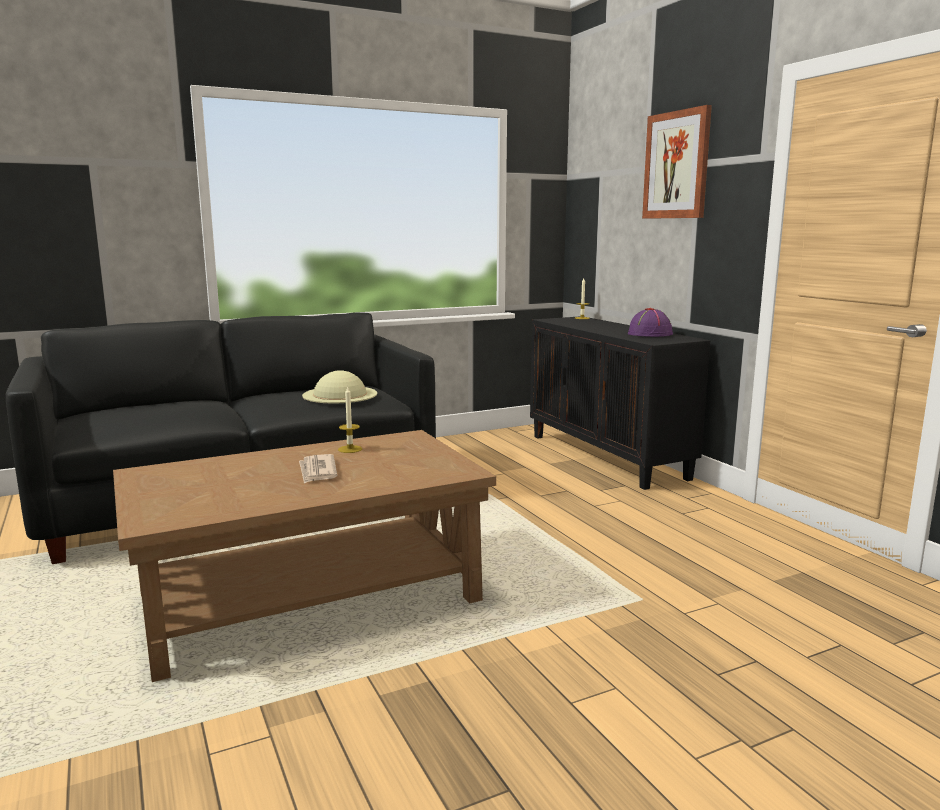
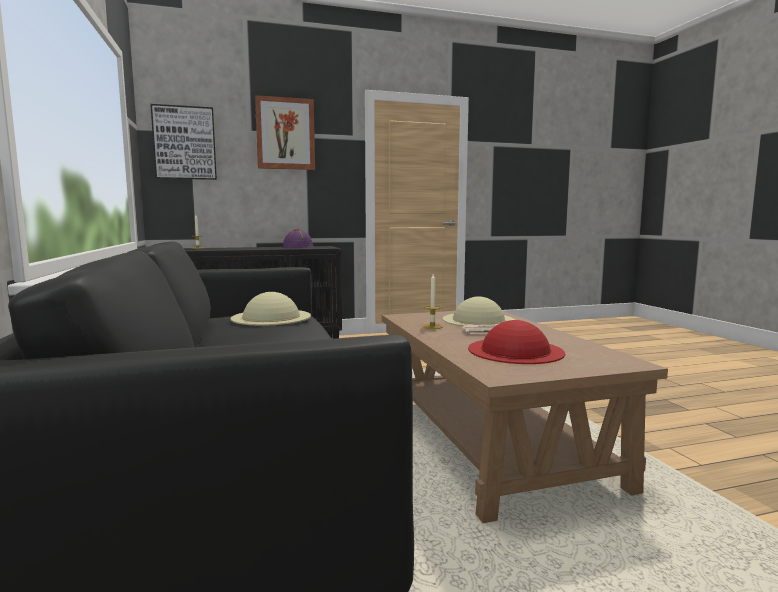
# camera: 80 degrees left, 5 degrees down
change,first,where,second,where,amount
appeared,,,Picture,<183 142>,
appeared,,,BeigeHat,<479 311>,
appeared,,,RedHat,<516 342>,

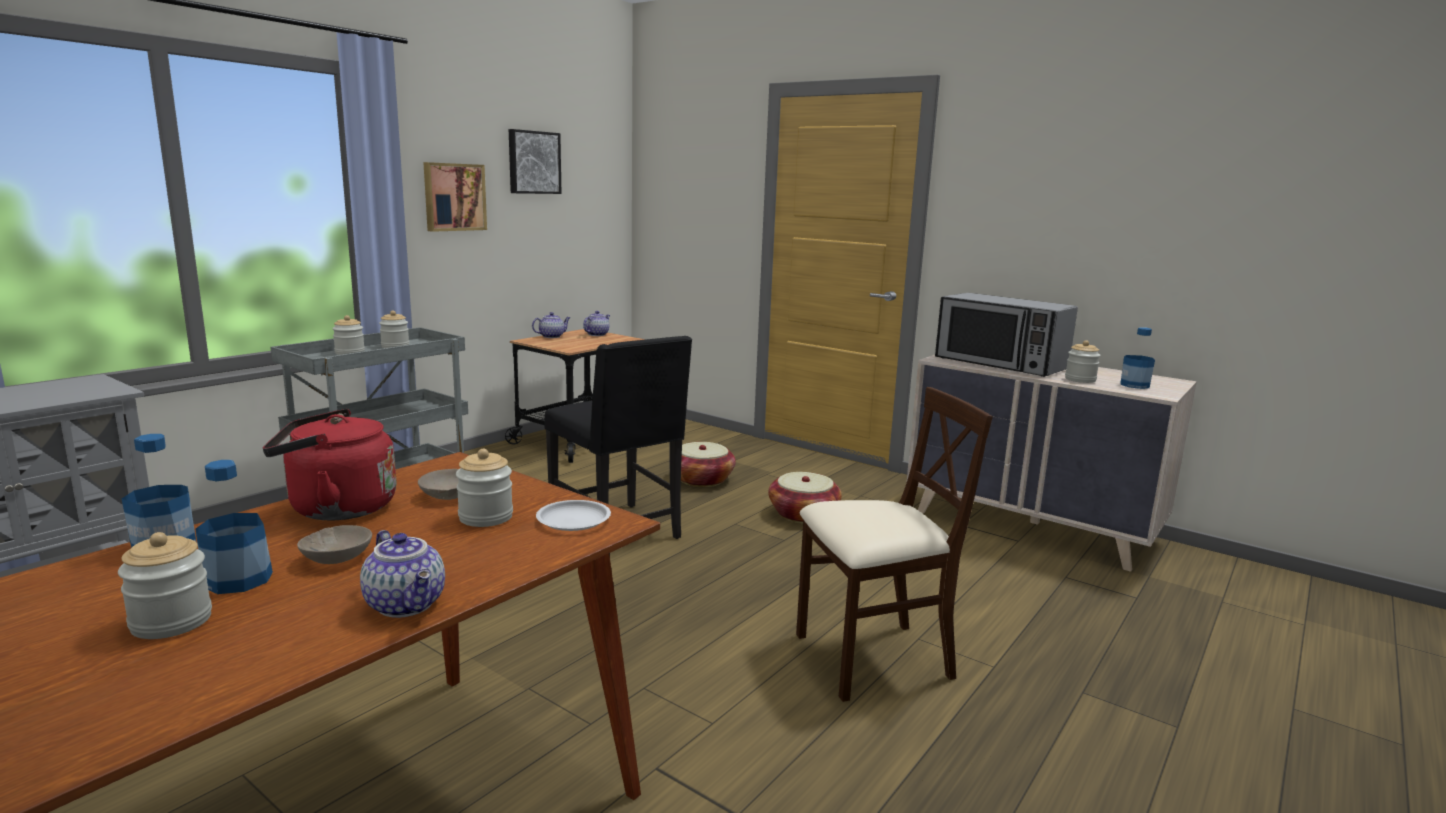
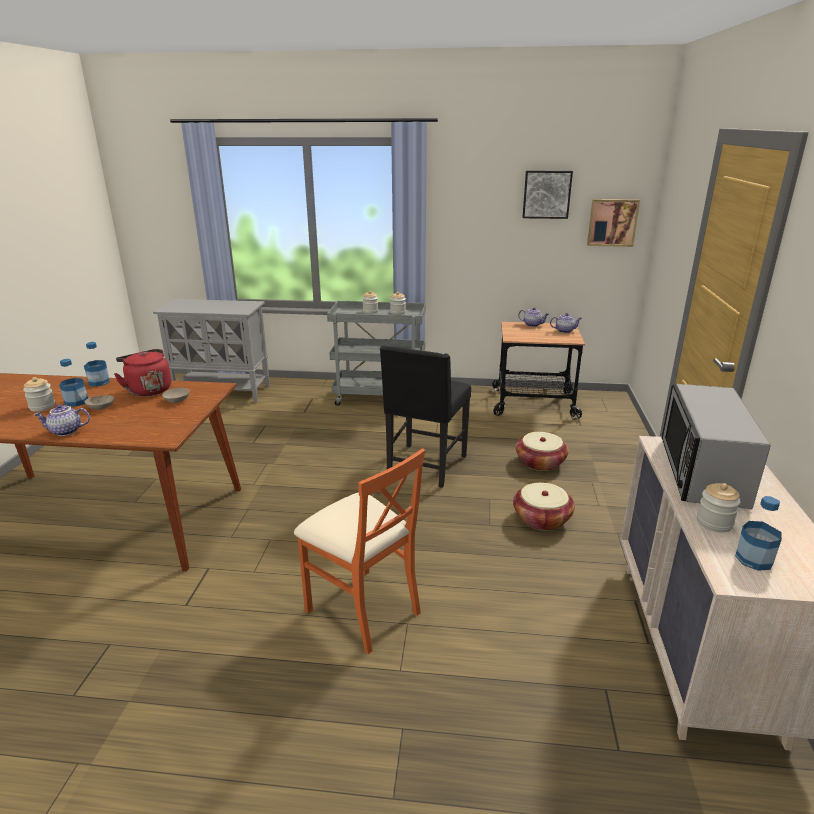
# camera: 60 degrees right, 10 degrees up
change,first,where,second,where,amount
relocated,Picture,<455 197>,,<613 223>,
colour,BeigeChair,<894 544>,OrangeChair,<359 551>,
missing,Jar,<484 488>,,,
missing,WhitePlate,<573 515>,,,
spun,Teapot,<402 574>,,<61 420>,60 degrees clockwise

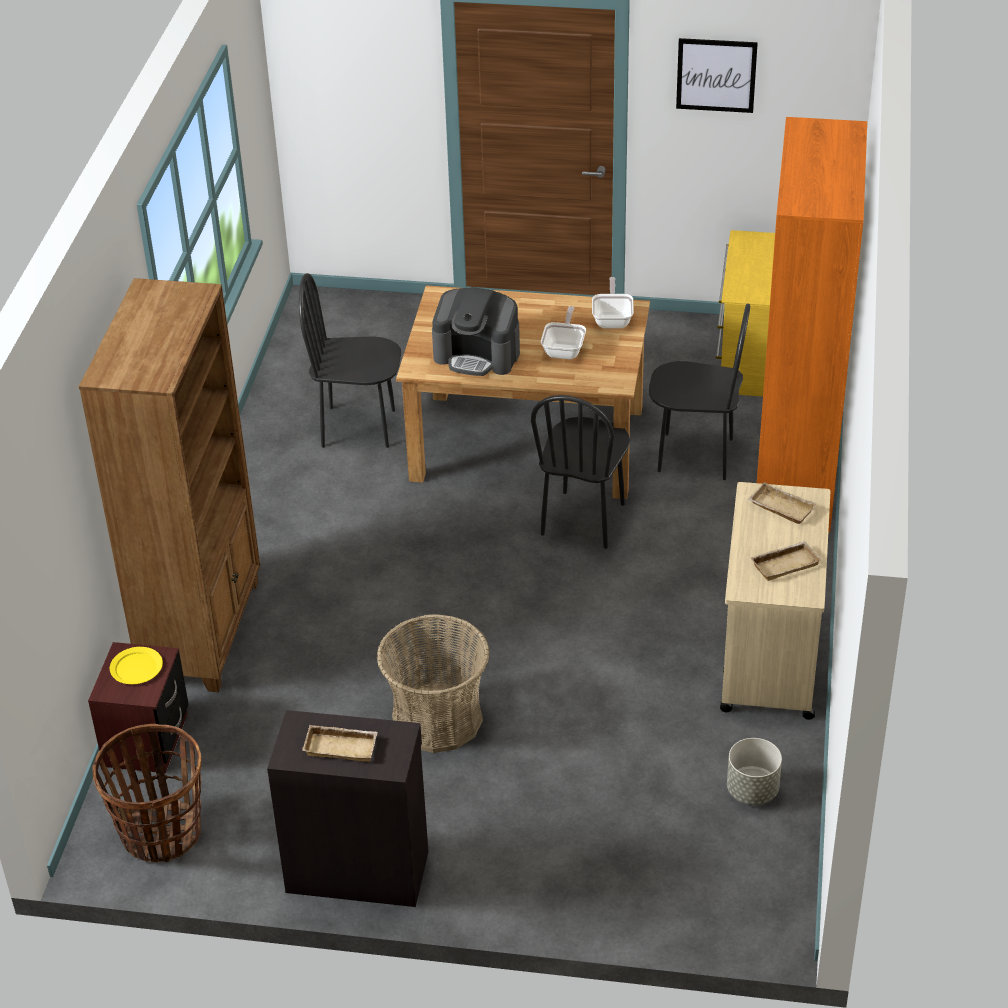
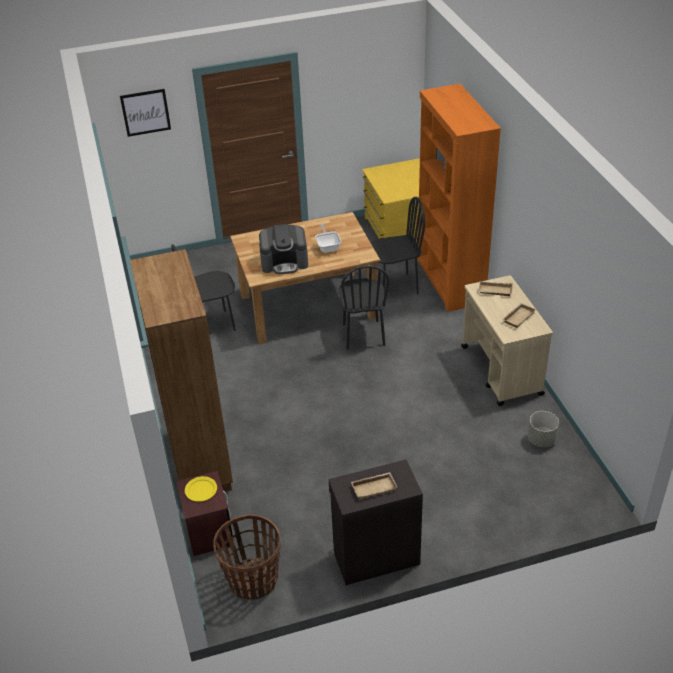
# camera: 25 degrees left, 0 degrees up
change,first,where,second,where,amount
relocated,Picture,<717 75>,,<145 113>,
missing,FryingPan,<613 303>,,,
missing,Basket,<433 683>,,,

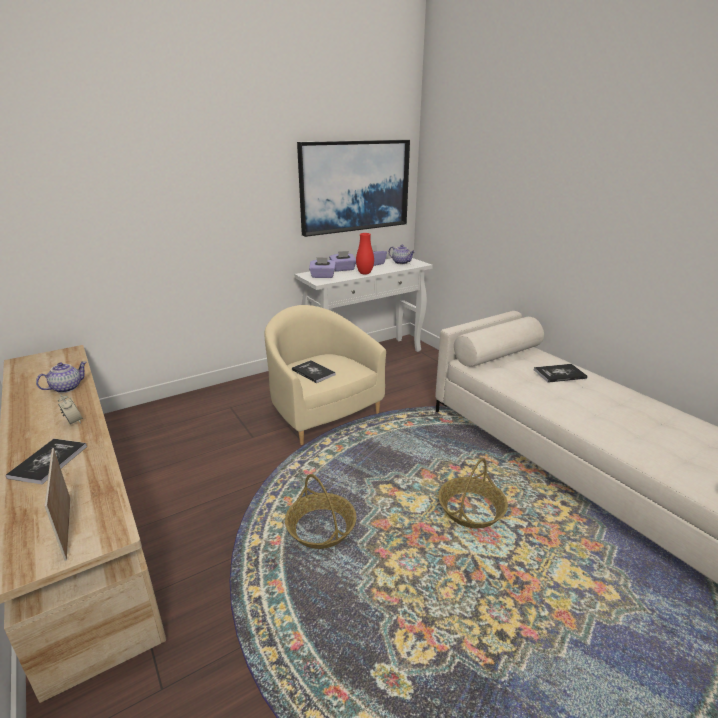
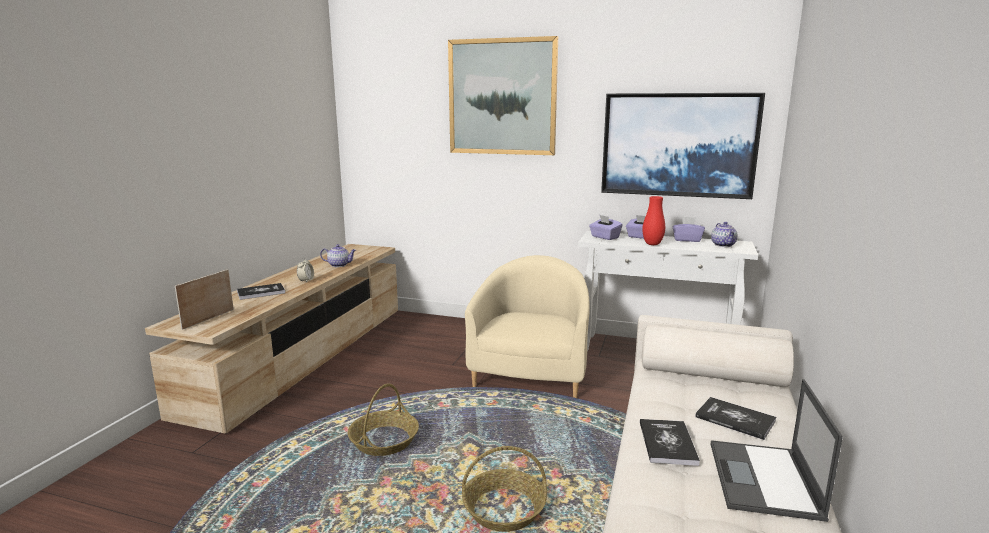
# camera: 50 degrees right, 10 degrees down
change,first,where,second,where,amount
relocated,Book,<314 371>,,<670 442>,
appeared,,,Picture,<503 95>,
appeared,,,Laptop,<777 450>,

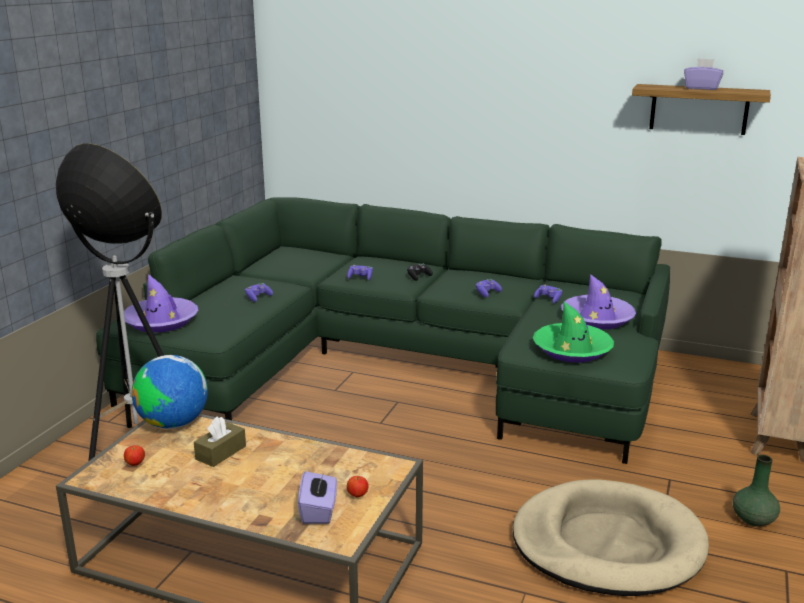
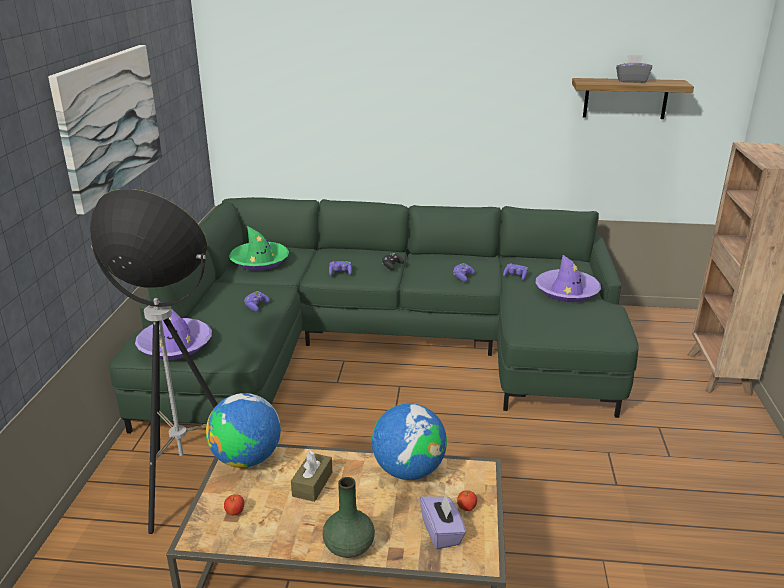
# camera: 15 degrees left, 5 degrees up
change,first,where,second,where,amount
colour,PurpleTissueBox,<703 74>,GreyTissueBox,<634 69>,
relocated,GreenHat,<573 332>,,<259 248>,
relocated,GreenVase,<756 491>,,<348 517>,
missing,BeigeDogBed,<611 537>,,,
appeared,,,Picture,<105 130>,
appeared,,,Globe,<409 441>,

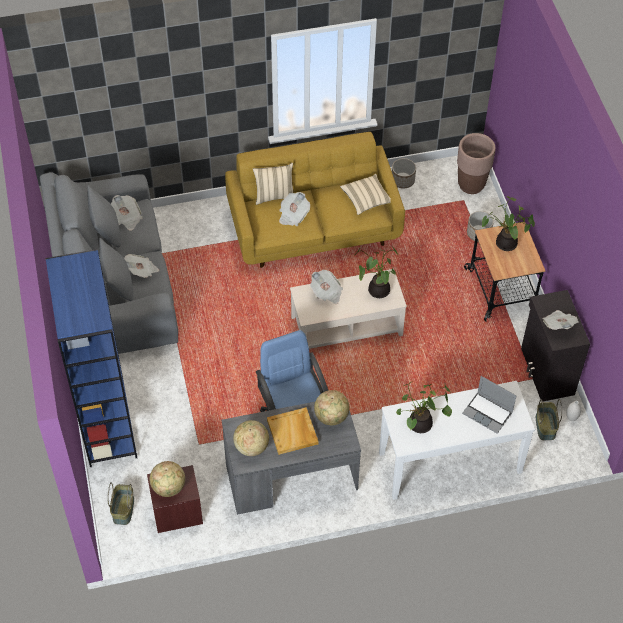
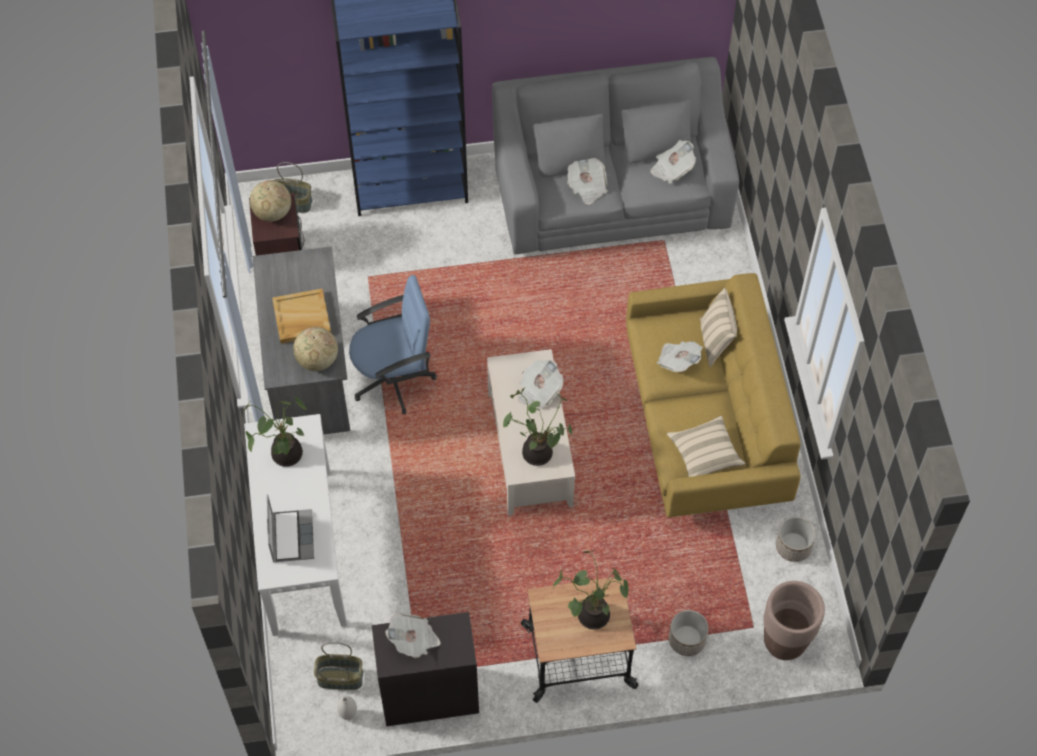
# camera: 95 degrees right, 5 degrees up
change,first,where,second,where,amount
spun,Laptop,<489 405>,,<290 528>,135 degrees clockwise
missing,Globe,<251 438>,,,

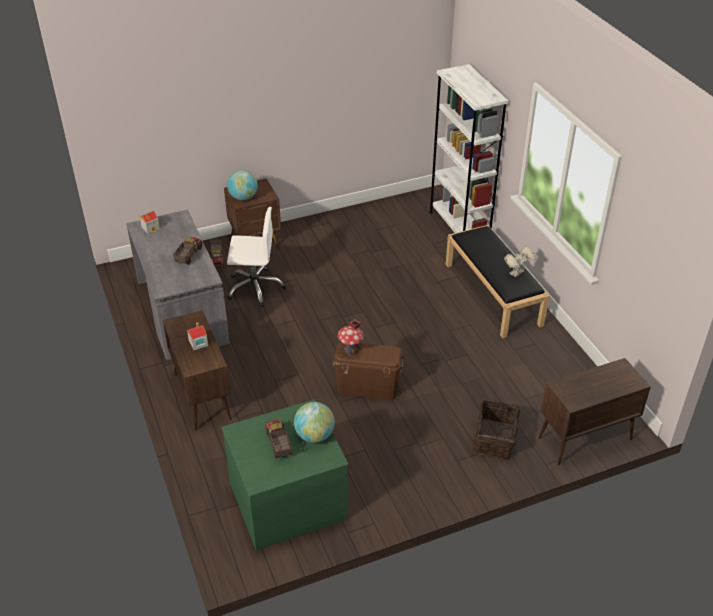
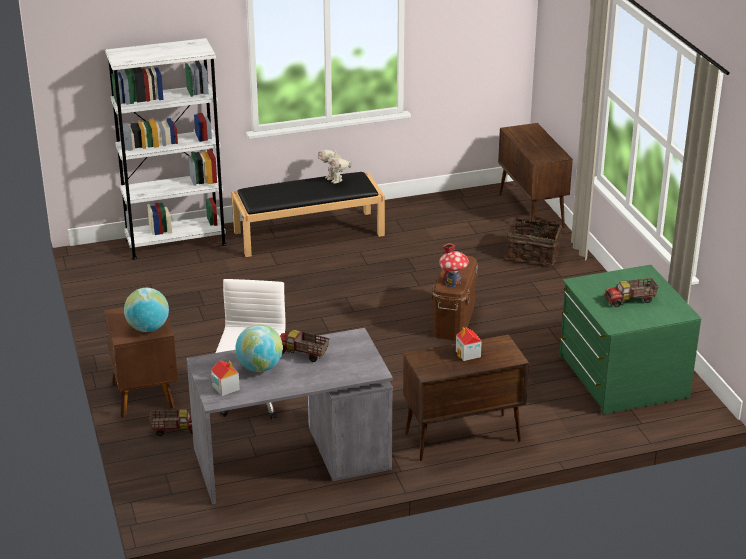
# camera: 85 degrees left, 10 degrees down
change,first,where,second,where,amount
relocated,Globe,<314 422>,,<259 348>,

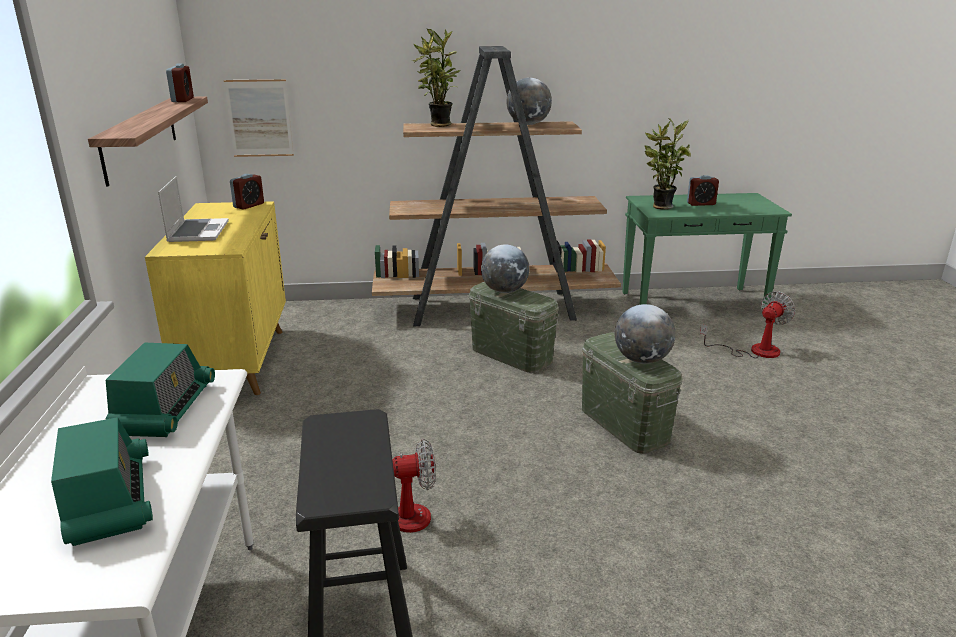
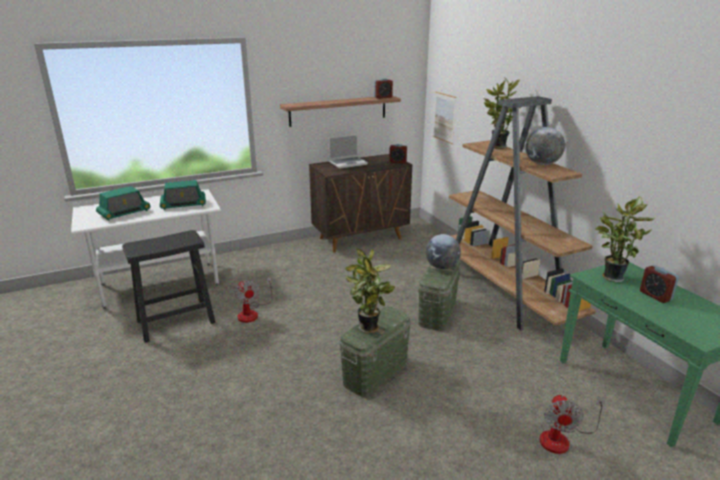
# camera: 70 degrees right, 0 degrees up
change,first,where,second,where,amount
colour,YellowCabinet,<215 298>,BrownCabinet,<360 203>,
spun,Fan,<747 325>,,<573 424>,75 degrees clockwise
exchanged,Globe,<645 334>,PottedPlant,<370 291>,

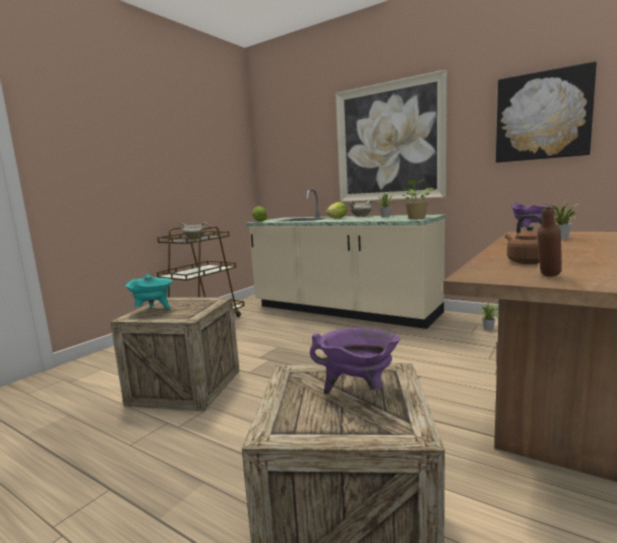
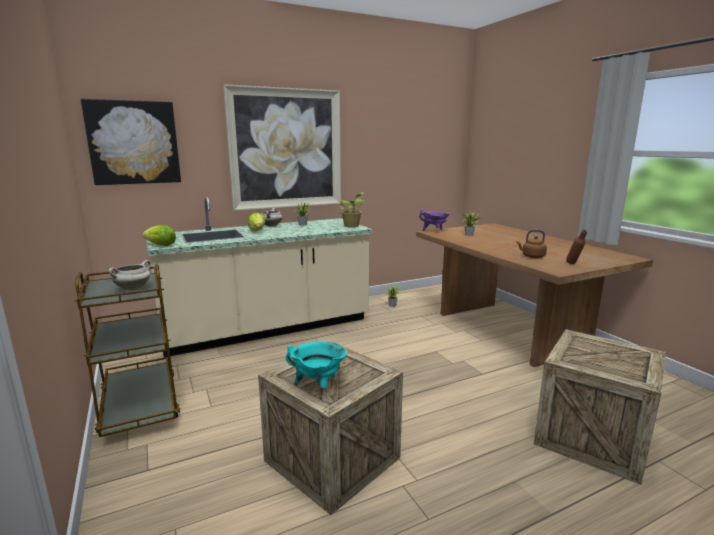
# camera: 60 degrees left, 5 degrees up
change,first,where,second,where,amount
relocated,Picture,<546 112>,,<131 142>,
missing,PurpleCookingPot,<355 360>,,,

